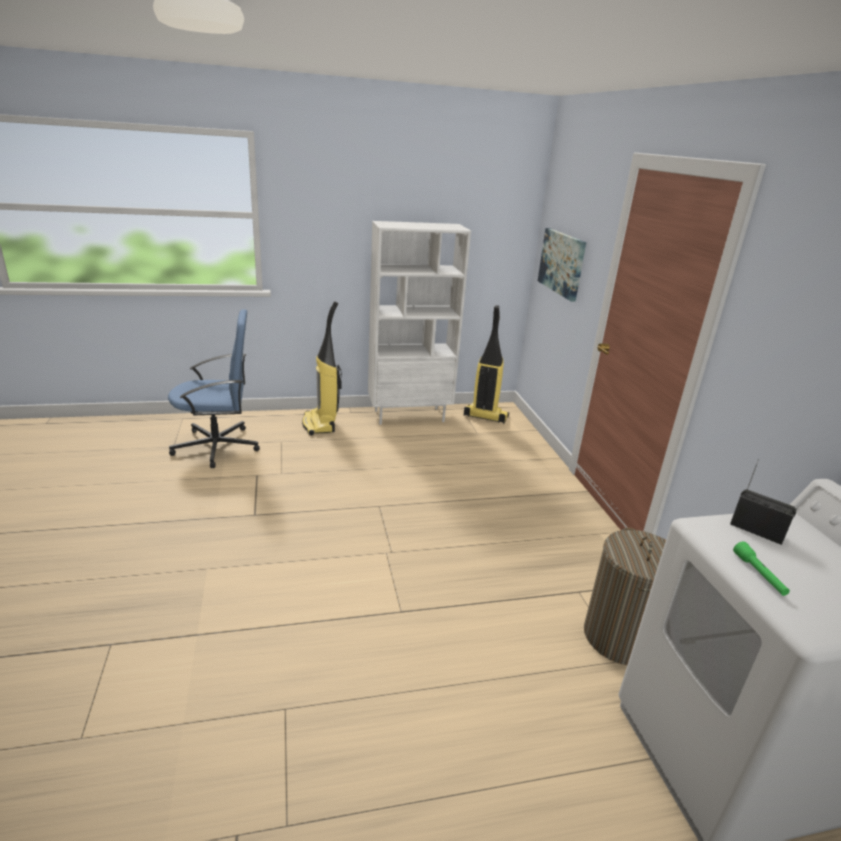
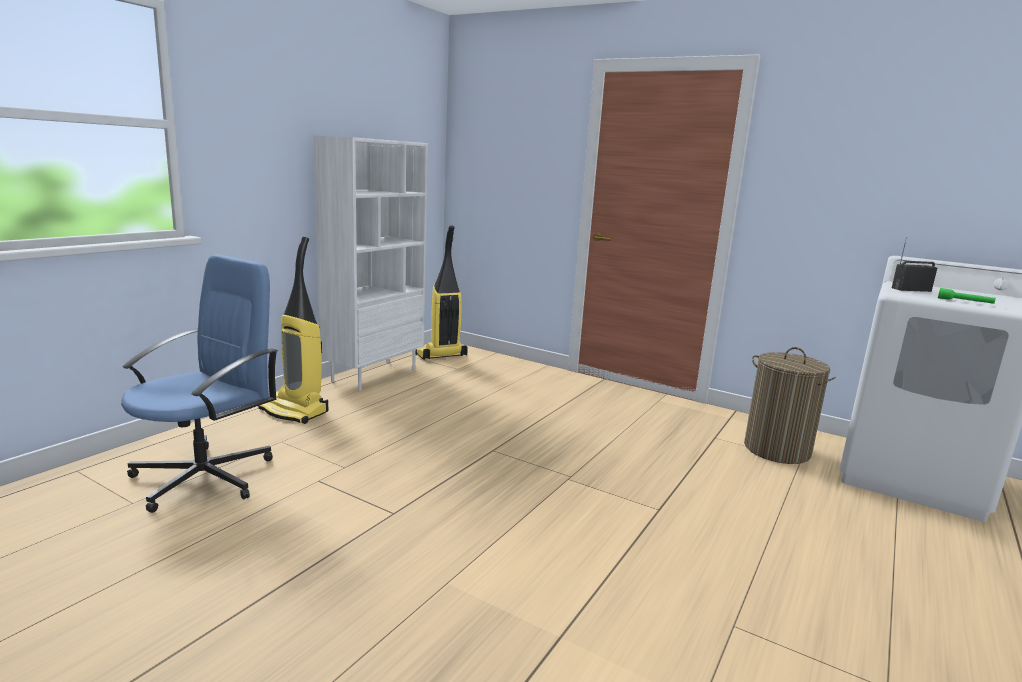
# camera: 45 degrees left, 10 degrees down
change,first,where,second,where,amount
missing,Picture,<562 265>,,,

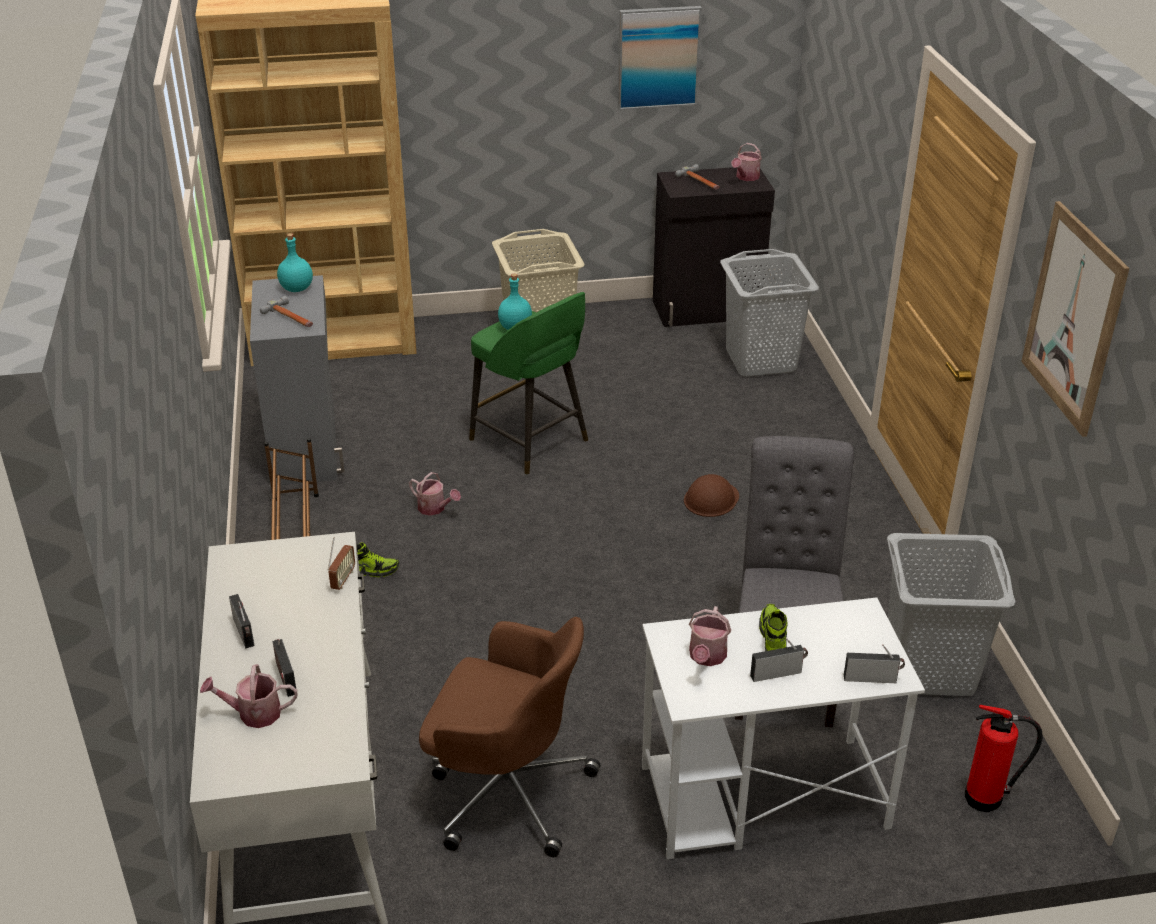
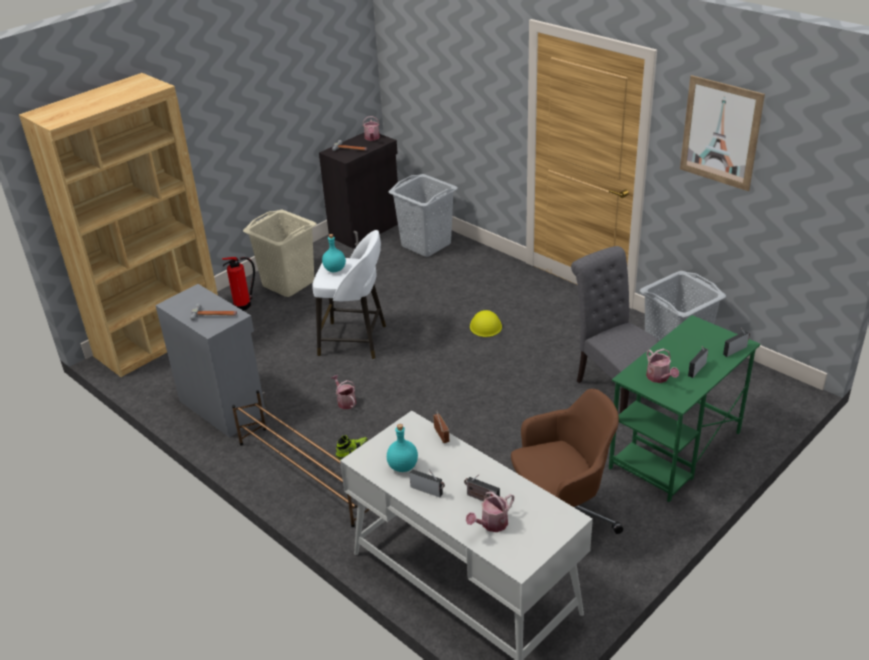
# camera: 35 degrees left, 0 degrees up
change,first,where,second,where,amount
missing,Picture,<660 58>,,,
relocated,TurquoiseBottle,<295 262>,,<402 448>,
colour,GreenStool,<528 383>,WhiteStool,<349 294>,
spun,WateringCan,<435 494>,,<344 392>,120 degrees counterclockwise
colour,BrownHardHat,<711 495>,YellowHardHat,<486 323>,
colour,WhiteDesk,<783 728>,GreenDesk,<684 408>,
missing,Shoe,<773 627>,,,
relocated,FireExtinguisher,<1004 758>,,<238 284>,

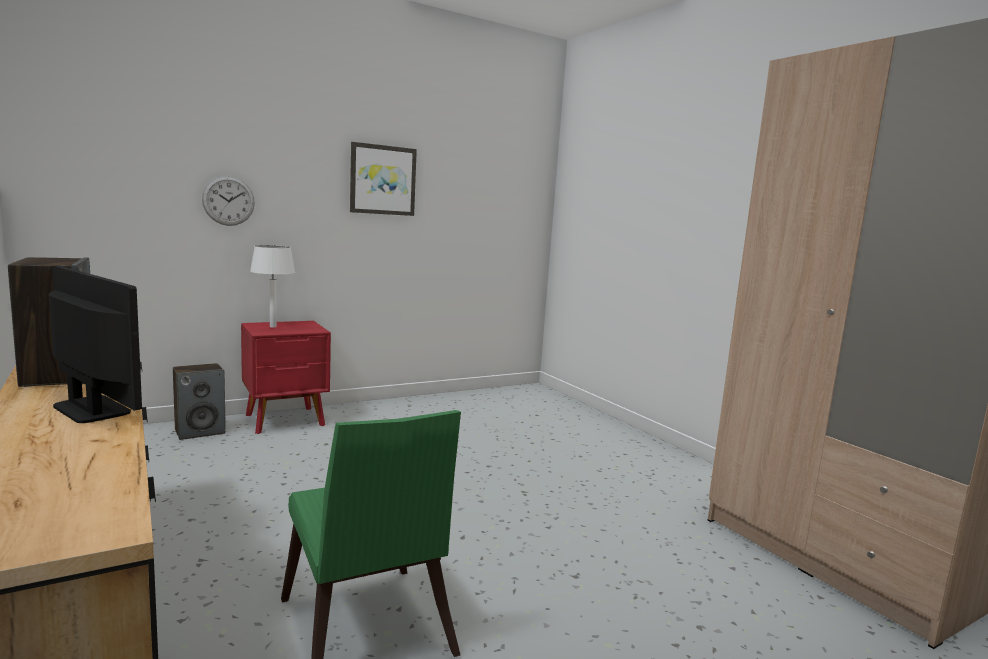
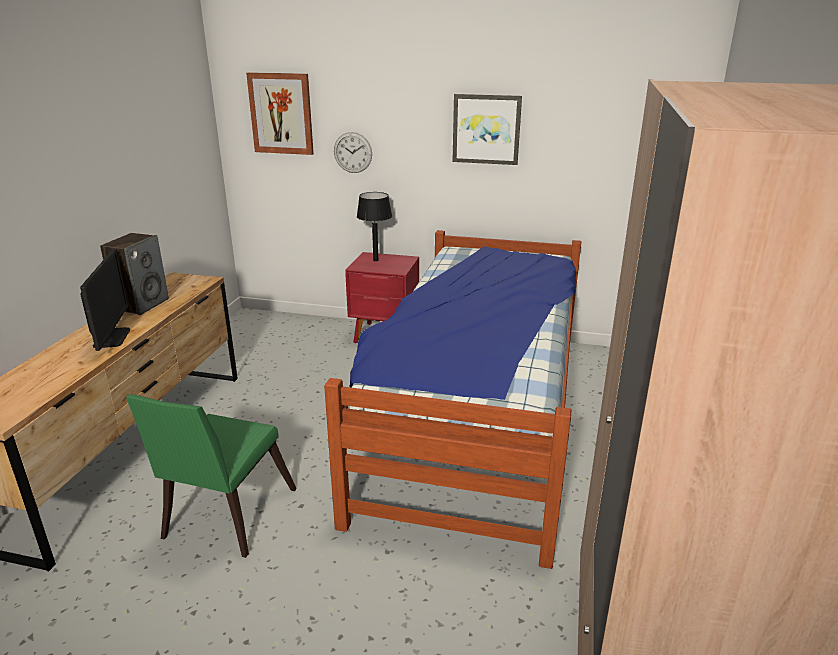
# camera: 45 degrees right, 15 degrees up
change,first,where,second,where,amount
colour,WhiteTableLamp,<272 286>,BlackTableLamp,<374 226>,
missing,Speaker,<199 401>,,,
appeared,,,Picture,<280 113>,
appeared,,,Bed,<452 399>,

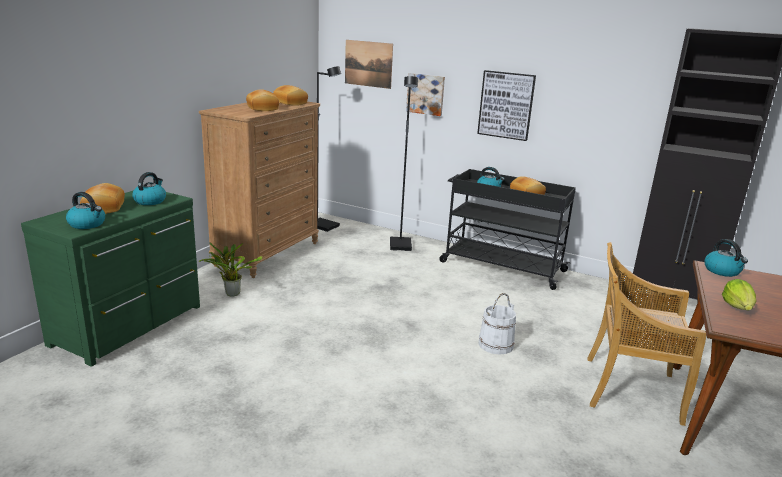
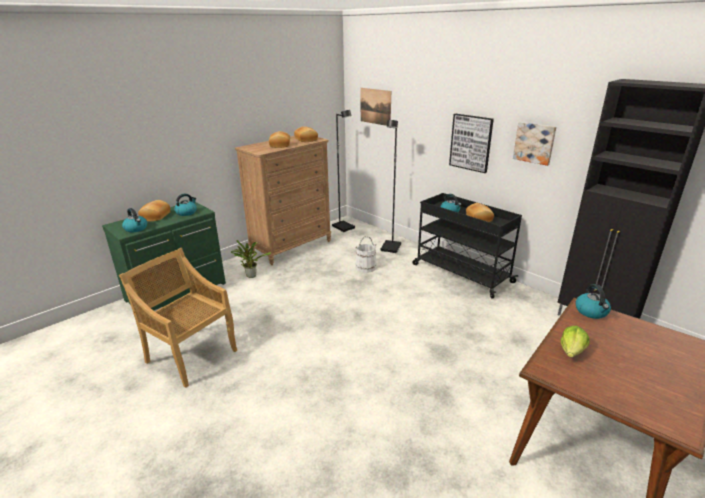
# camera: 20 degrees right, 5 degrees up
change,first,where,second,where,amount
relocated,Picture,<425 94>,,<534 144>,
relocated,BeigeChair,<646 334>,,<178 318>,
relocated,WhiteBucket,<497 324>,,<366 254>,

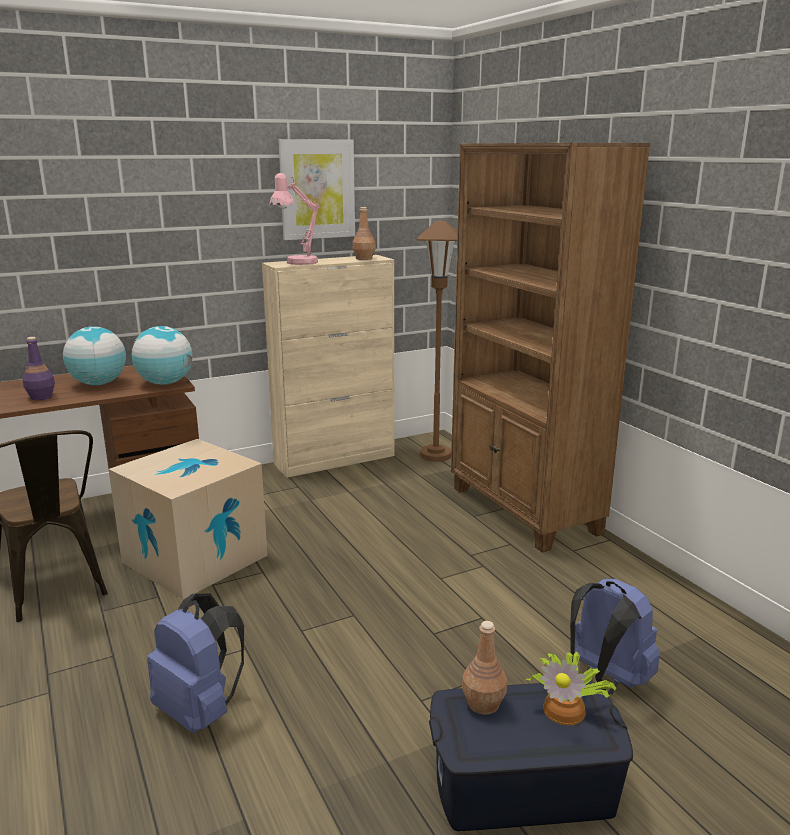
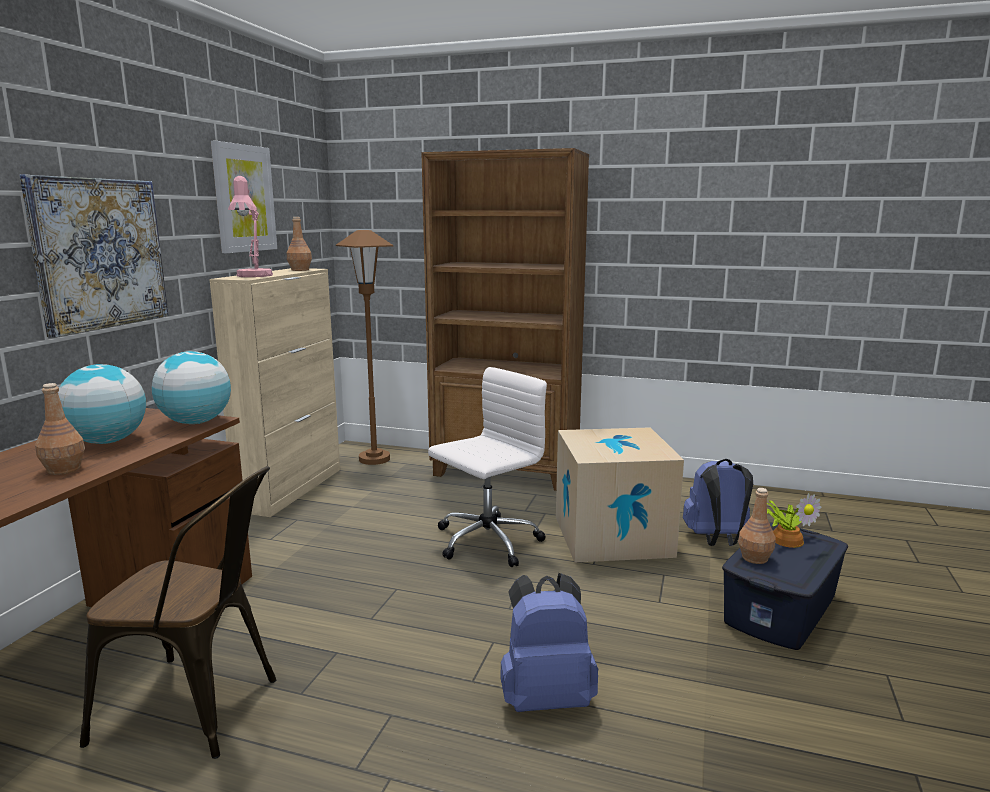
# camera: 45 degrees left, 5 degrees down
change,first,where,second,where,amount
colour,PurpleBottle,<38 368>,BrownBottle,<60 429>,
relocated,CardboardBox,<188 519>,,<620 494>,
appeared,,,Picture,<94 256>,
appeared,,,WhiteOfficeChair,<487 467>,

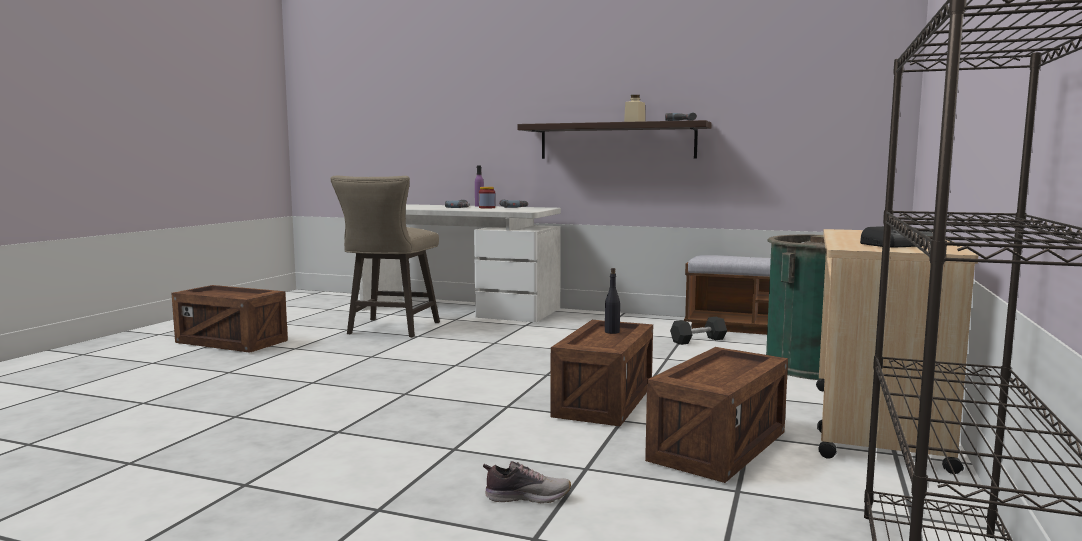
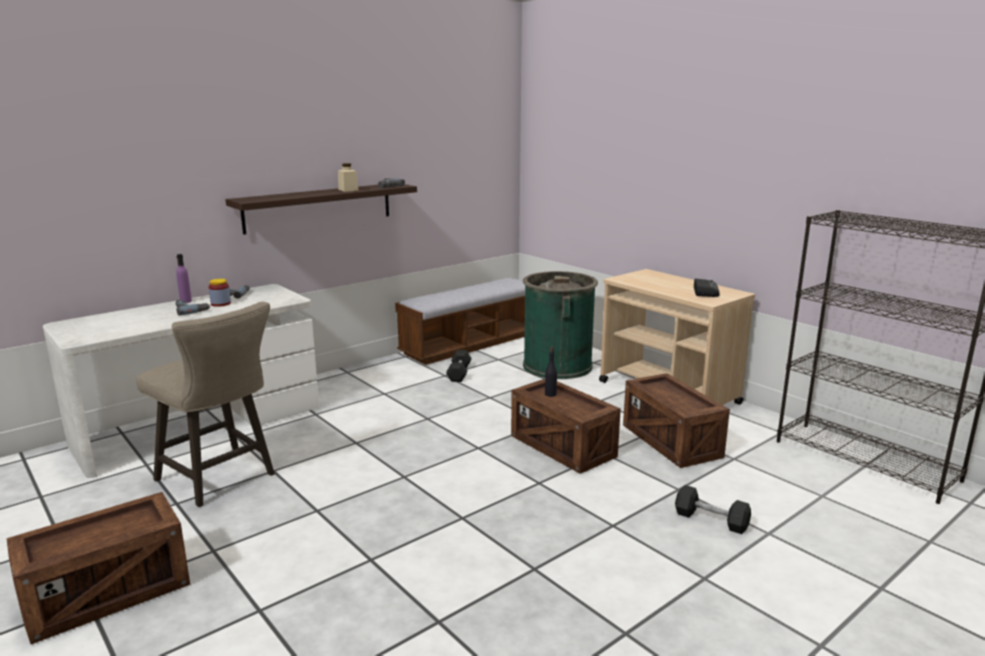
# camera: 60 degrees left, 10 degrees up
change,first,where,second,where,amount
exchanged,Shoe,<527 482>,BlackDumbbell,<713 509>,

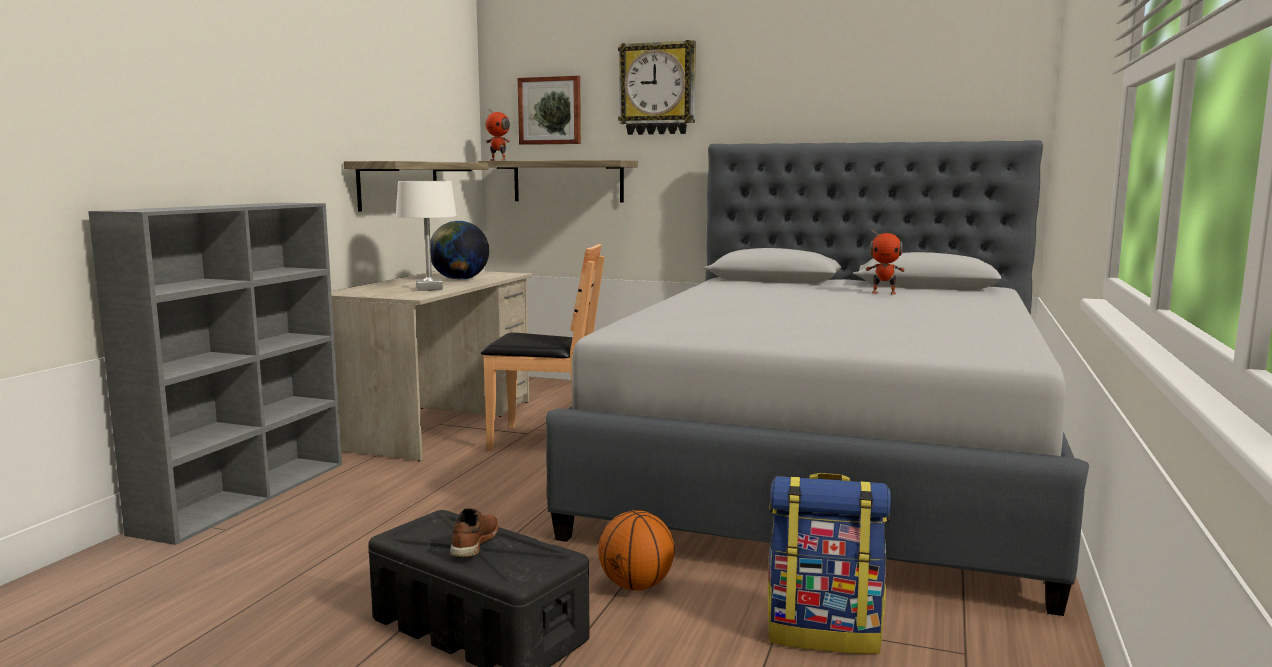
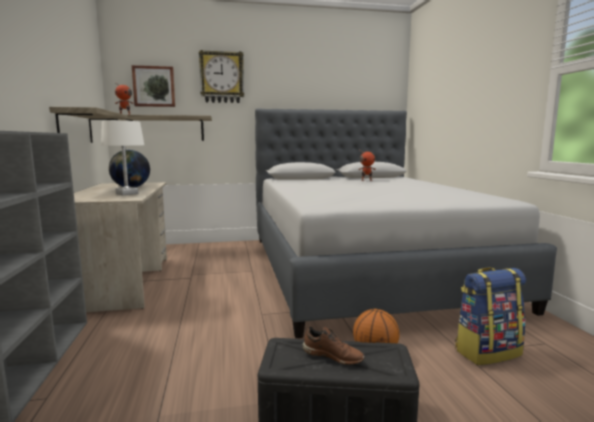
# camera: 30 degrees left, 0 degrees up
change,first,where,second,where,amount
missing,BrownChair,<543 346>,,,
spun,BrownShoe,<474 533>,,<333 345>,135 degrees clockwise

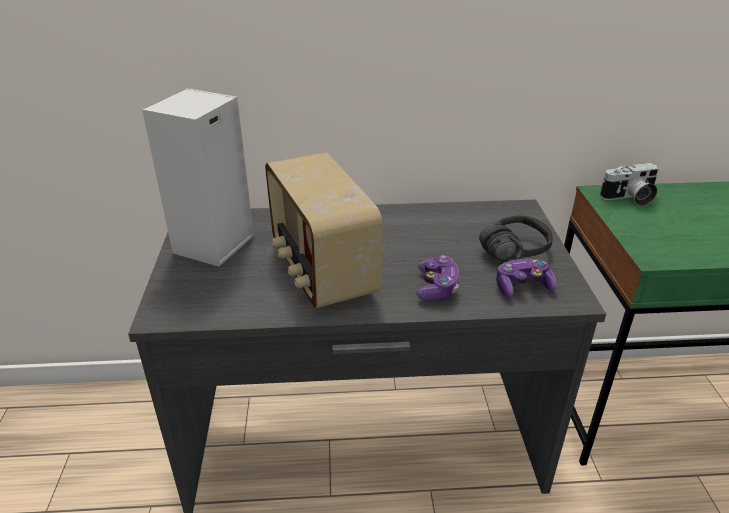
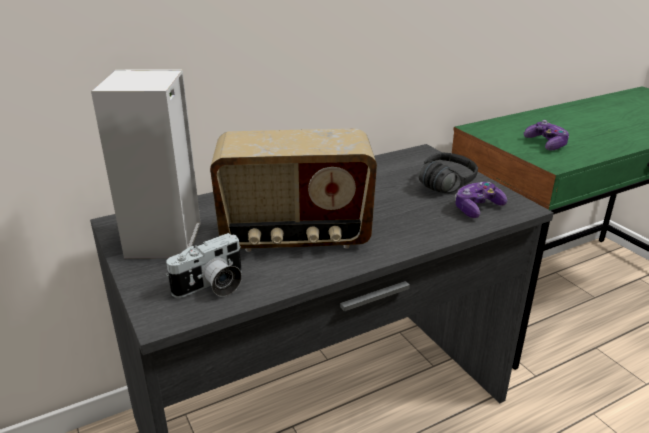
# camera: 25 degrees left, 5 degrees down
change,first,where,second,where,amount
spun,Radio,<323 230>,,<293 190>,45 degrees counterclockwise
relocated,PhotoCamera,<629 184>,,<204 265>,
relocated,GameController,<437 278>,,<546 135>,

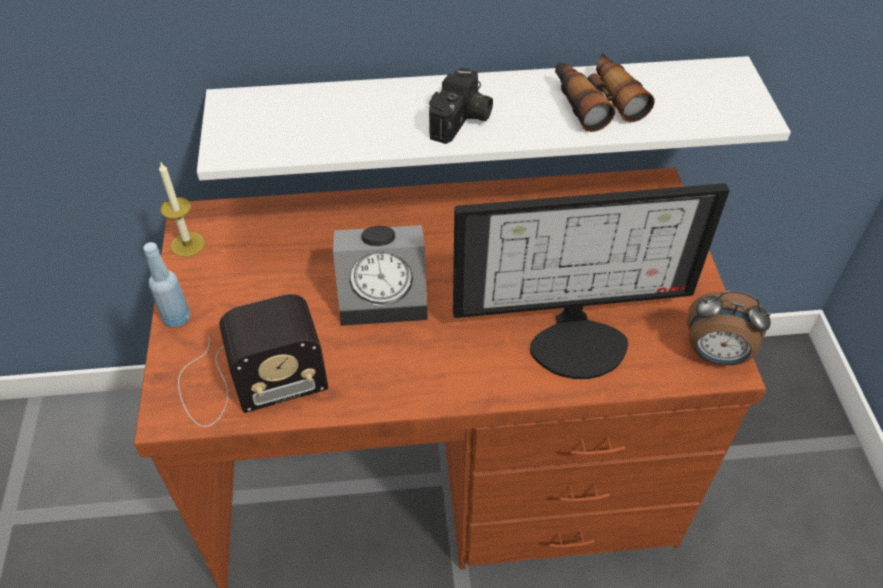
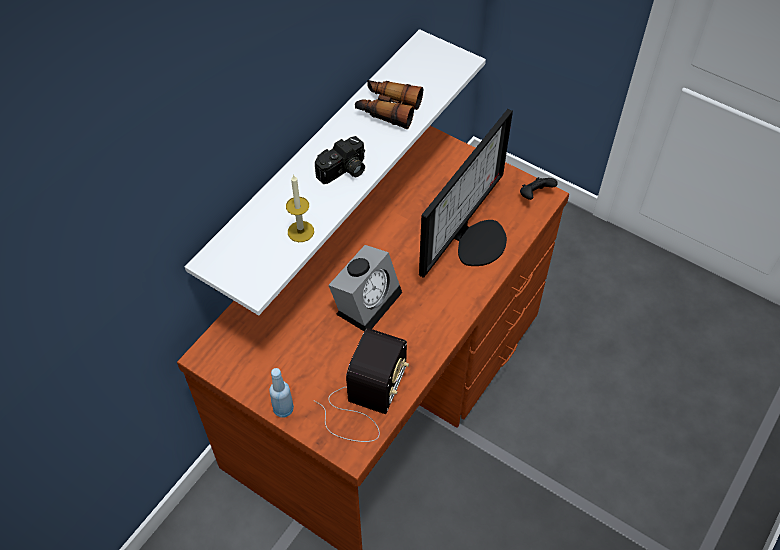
# camera: 50 degrees left, 5 degrees up
change,first,where,second,where,amount
spun,PhotoCamera,<461 106>,,<340 160>,75 degrees clockwise
relocated,Candle,<182 209>,,<300 208>,
exchanged,AlarmClock,<729 327>,BlackGameController,<539 188>,

